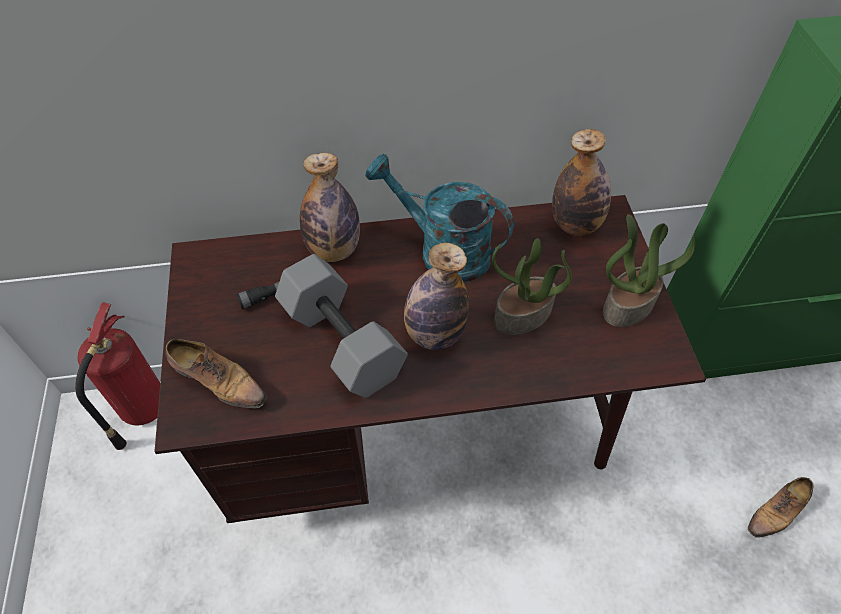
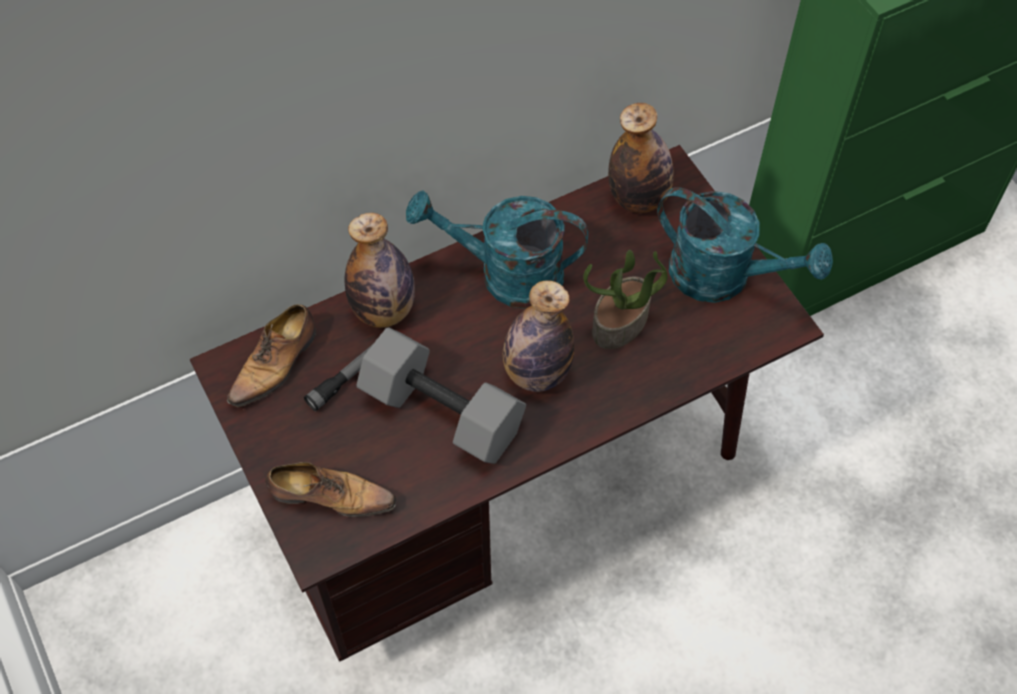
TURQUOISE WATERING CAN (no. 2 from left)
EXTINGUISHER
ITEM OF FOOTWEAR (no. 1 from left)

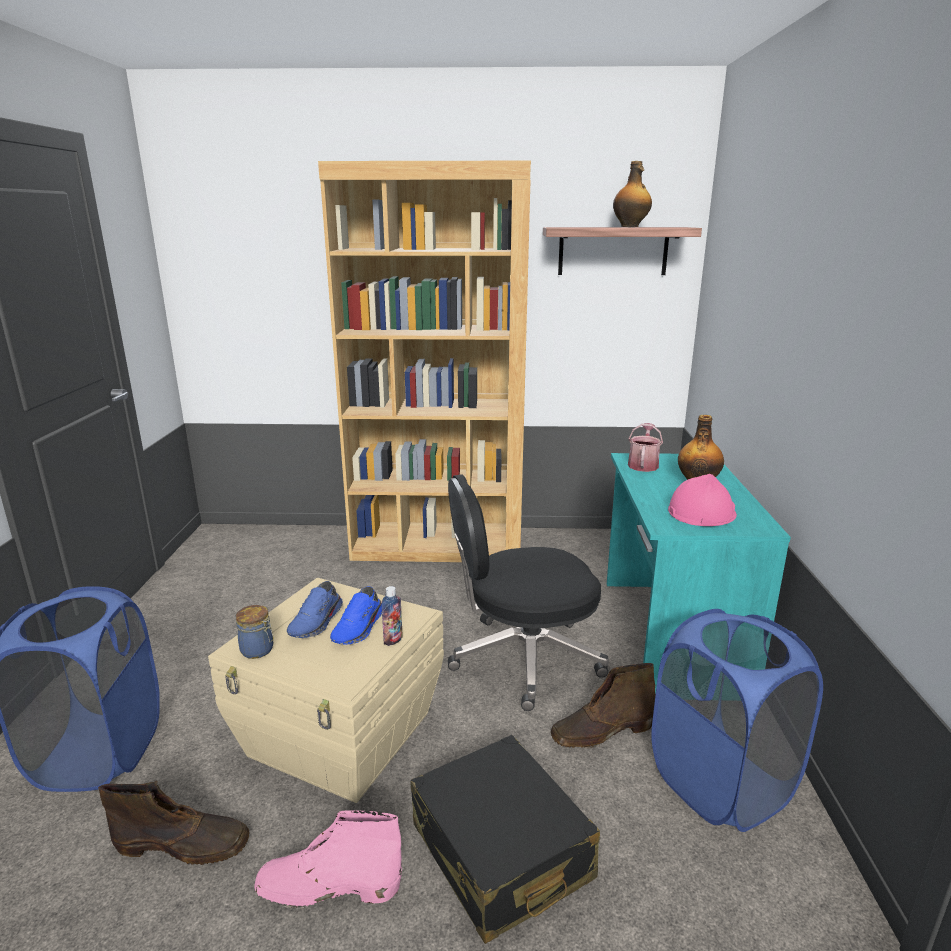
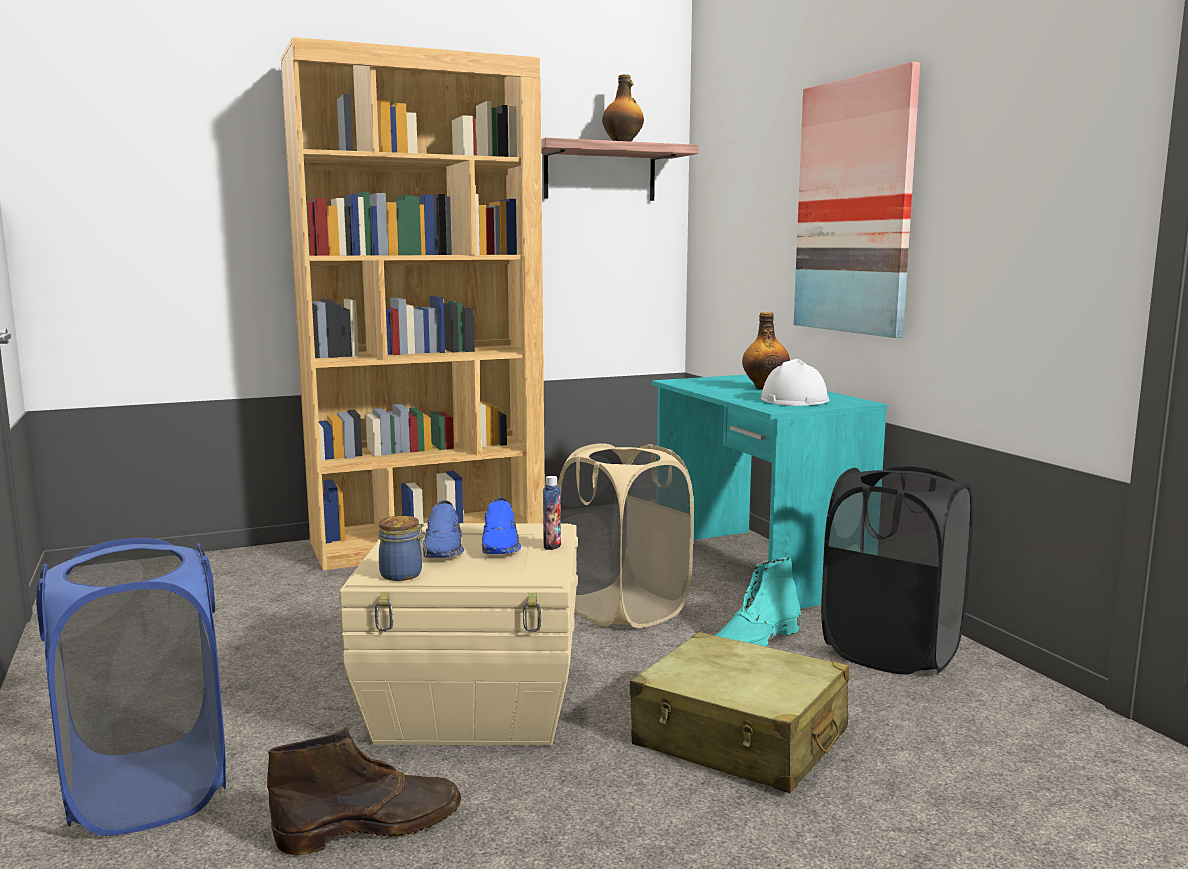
WATERING CAN
SAND-COLOURED HAMPER
WHITISH WORK HELMET
BLACK HAMPER
TURQUOISE HIGH-TOP BOOT
SAND-COLOURED PIECE OF LUGGAGE
PINK HIGH-TOP BOOT
PICTURE

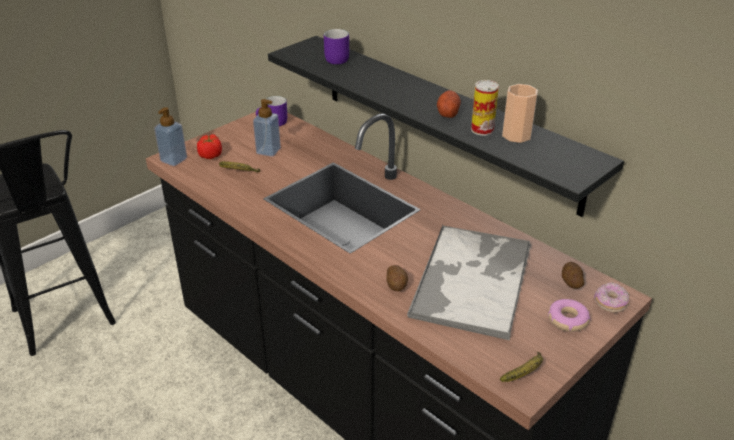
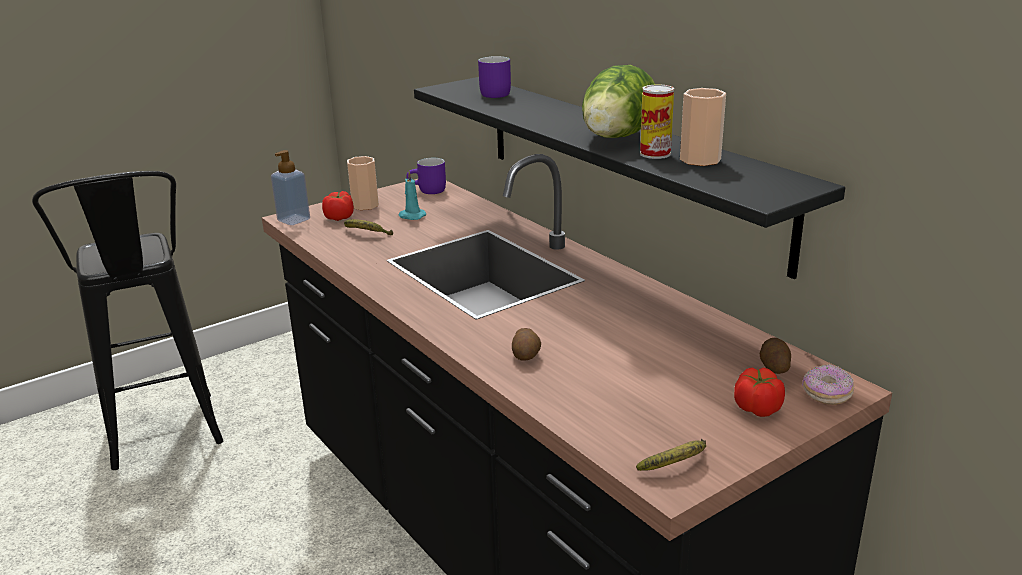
LETTUCE HEAD
TURQUOISE CANDLE
SERVING TRAY
TOMATO (no. 2 from left)
CUP (no. 1 from left)

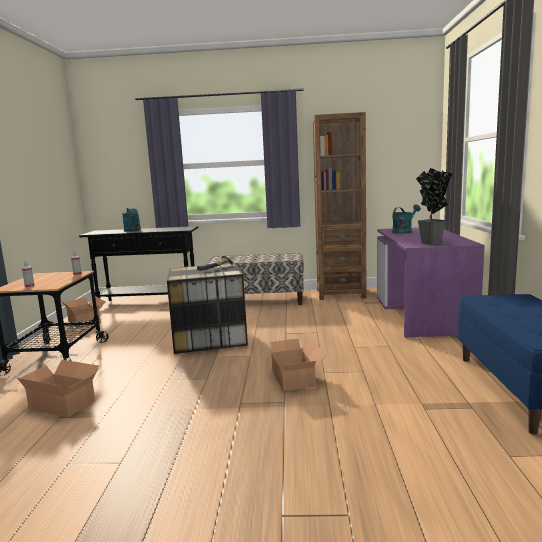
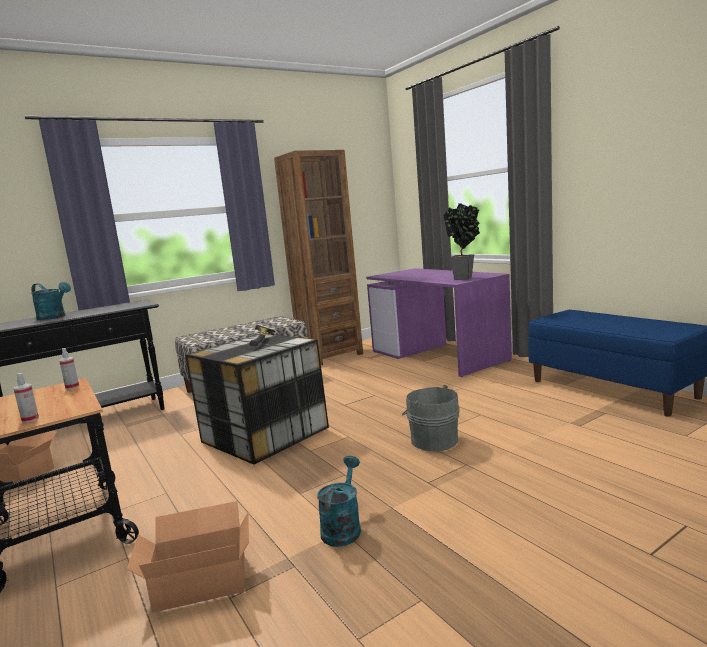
TURQUOISE WATERING CAN (no. 2 from left)
GREY PAIL

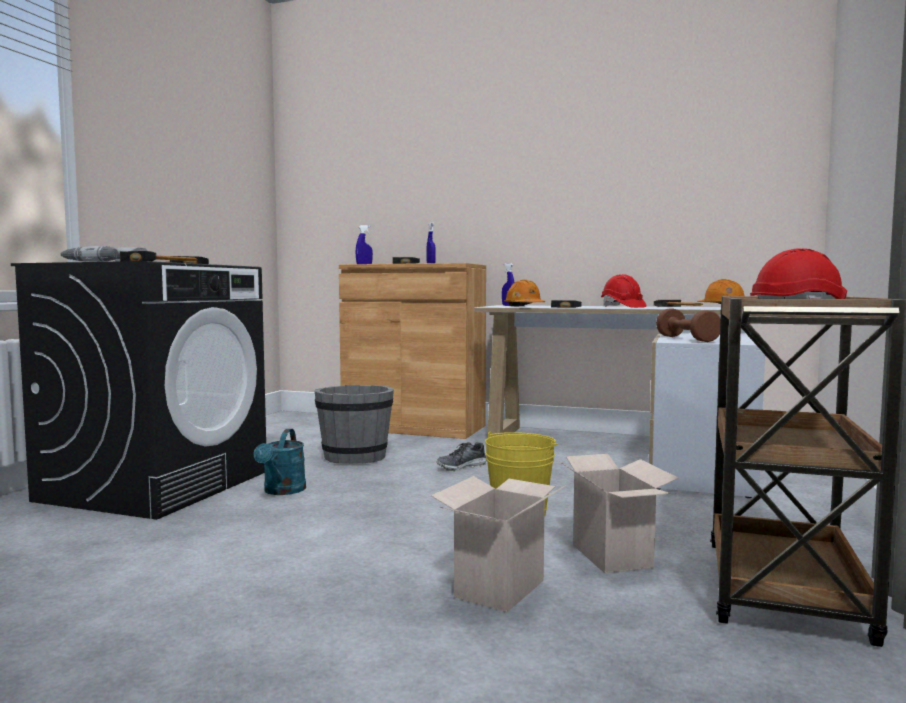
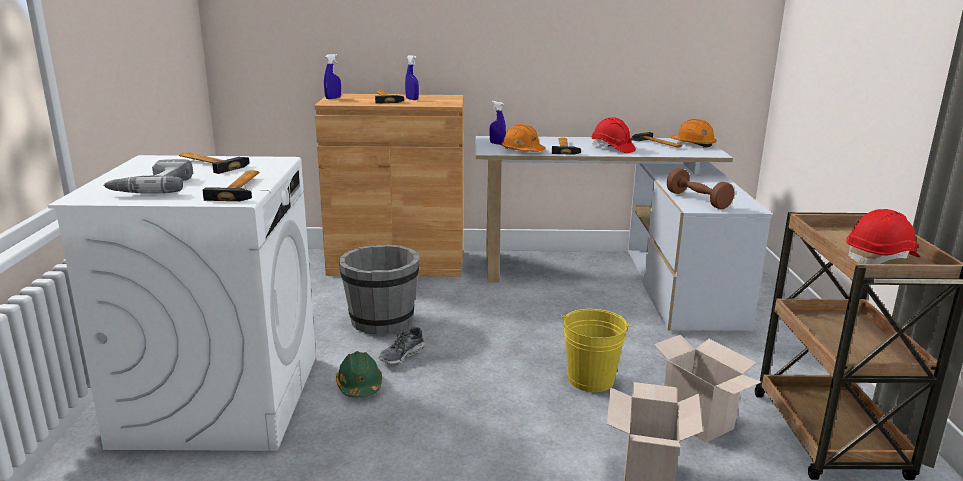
WHITISH LAUNDRY APPLIANCE
GREEN-COLOURED WORK HELMET
ITEM OF FOOTWEAR

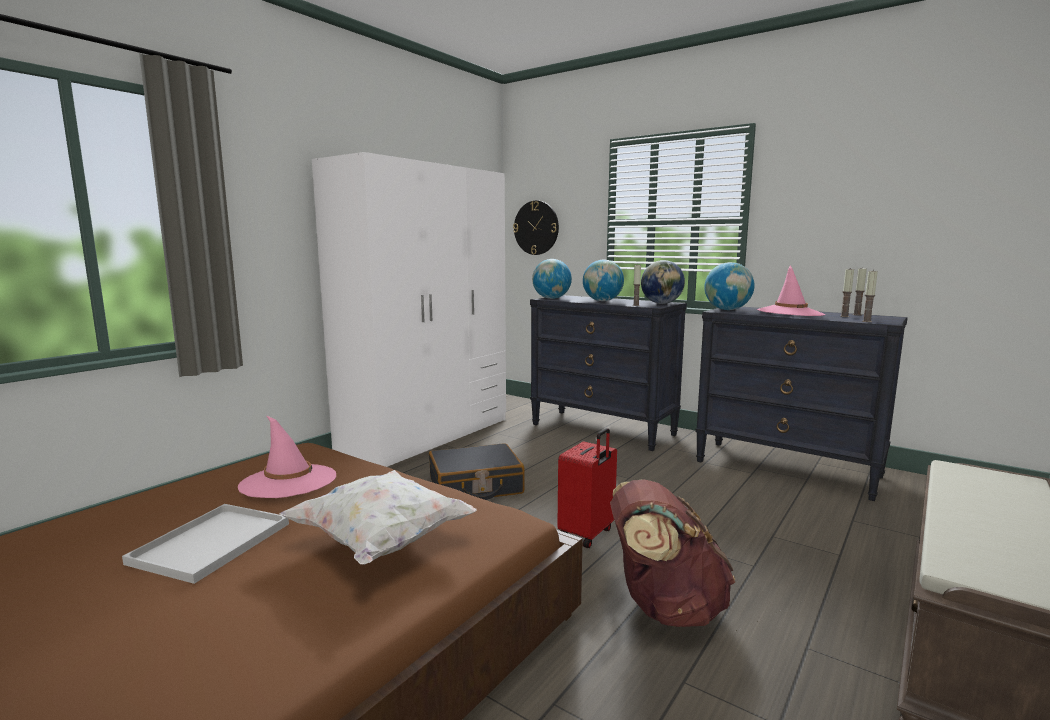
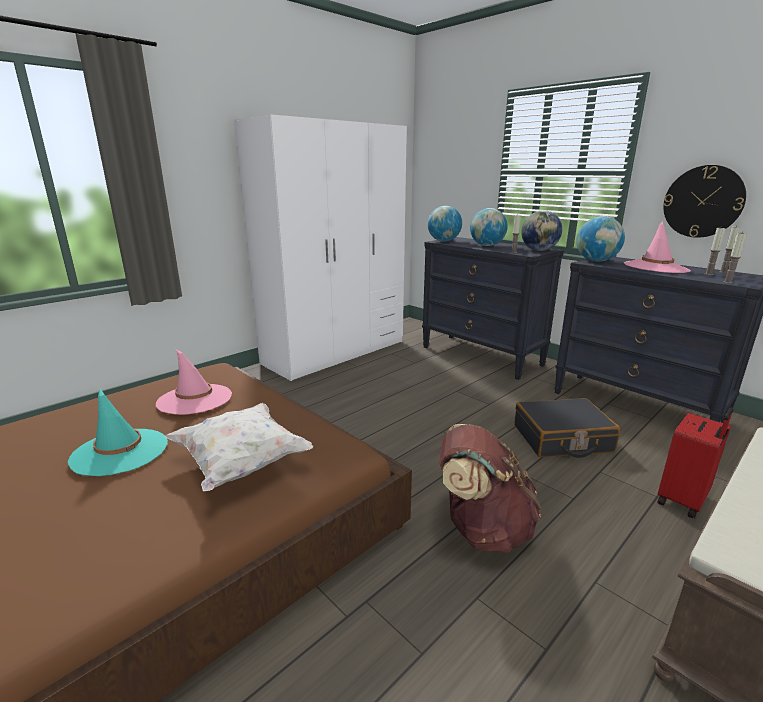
CLOCK ON THE WALL
RED PIECE OF LUGGAGE
BLACK PIECE OF LUGGAGE
TURQUOISE WEARABLE HAT

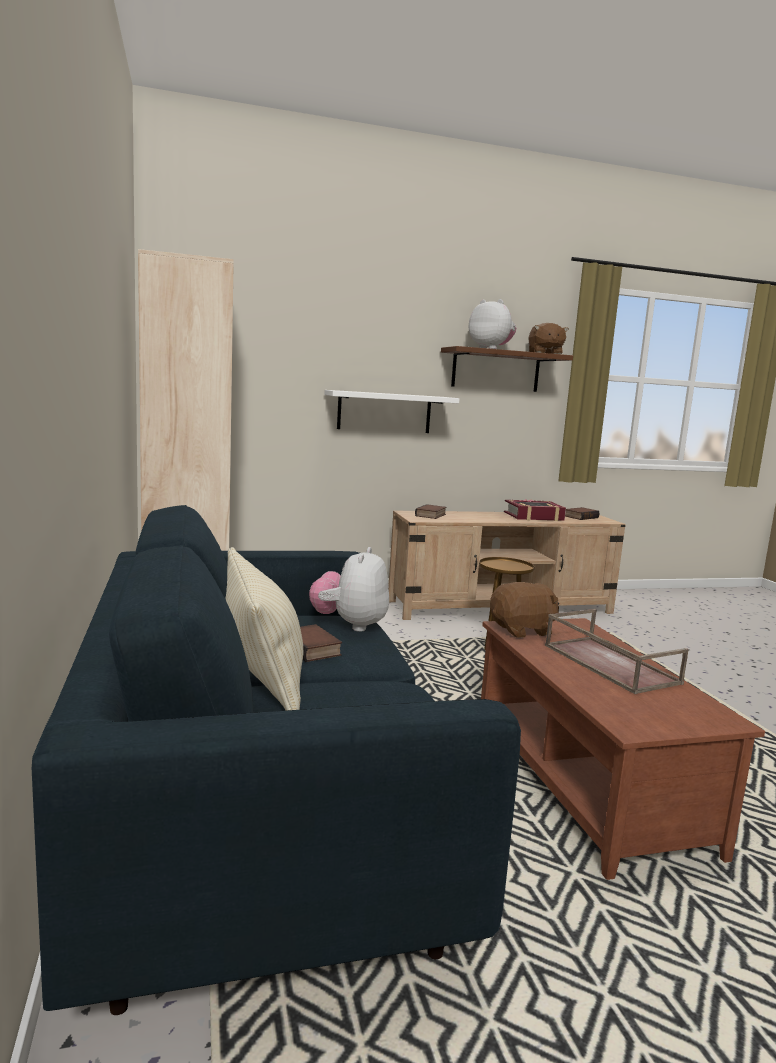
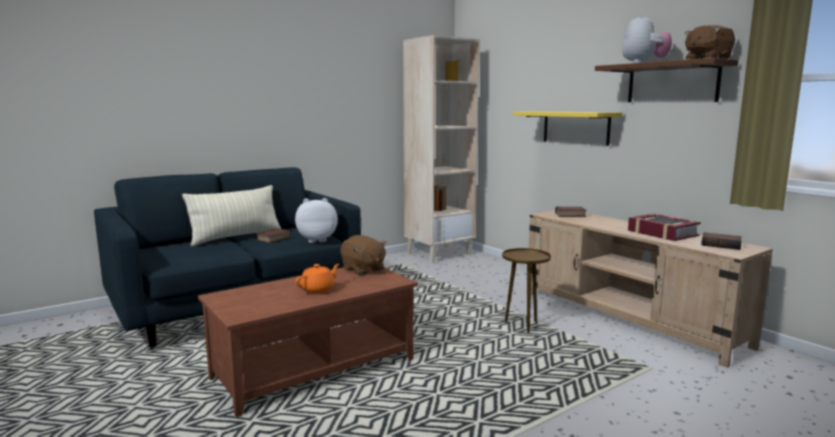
YELLOW-COLOURED WALL SHELF
ORANGE-COLOURED TEA POT

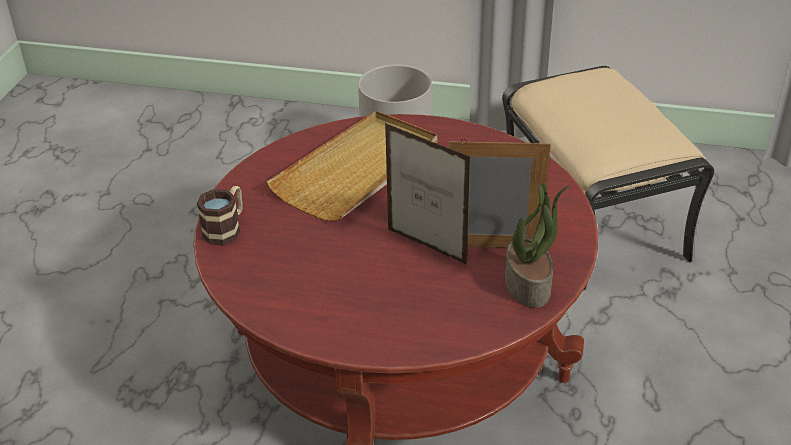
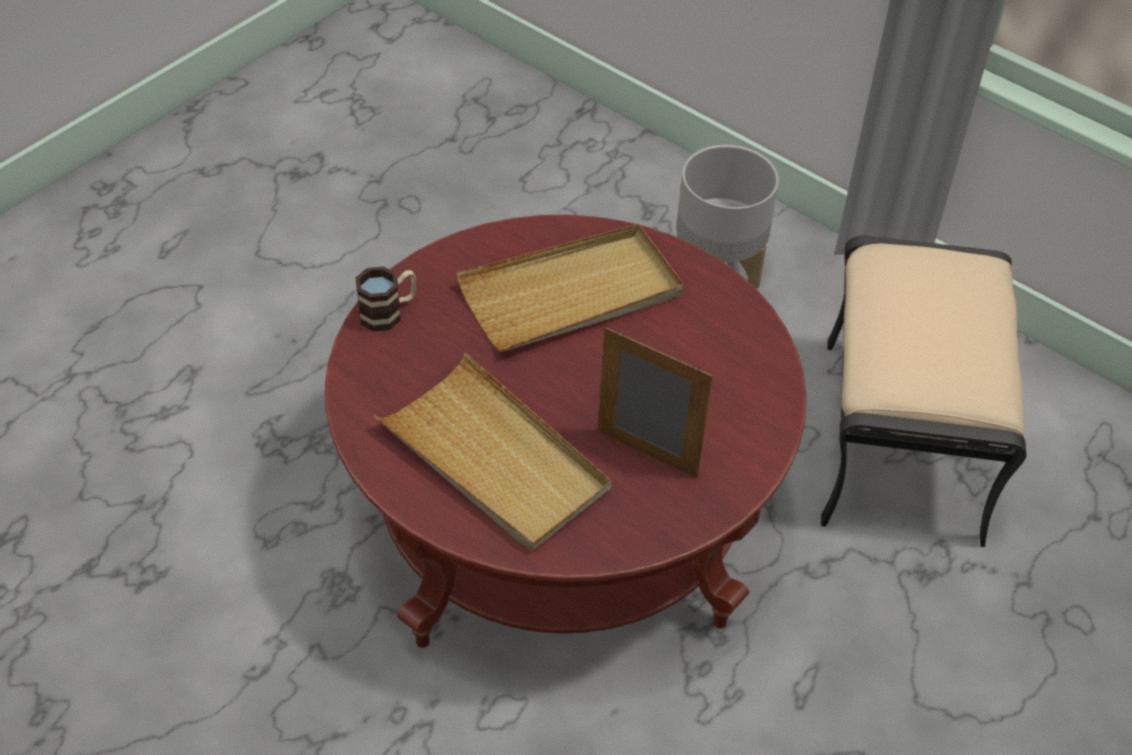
PICTURE FRAME (no. 1 from left in the first image)
HOUSEPLANT
SAND-COLOURED SERVING TRAY (no. 1 from left)

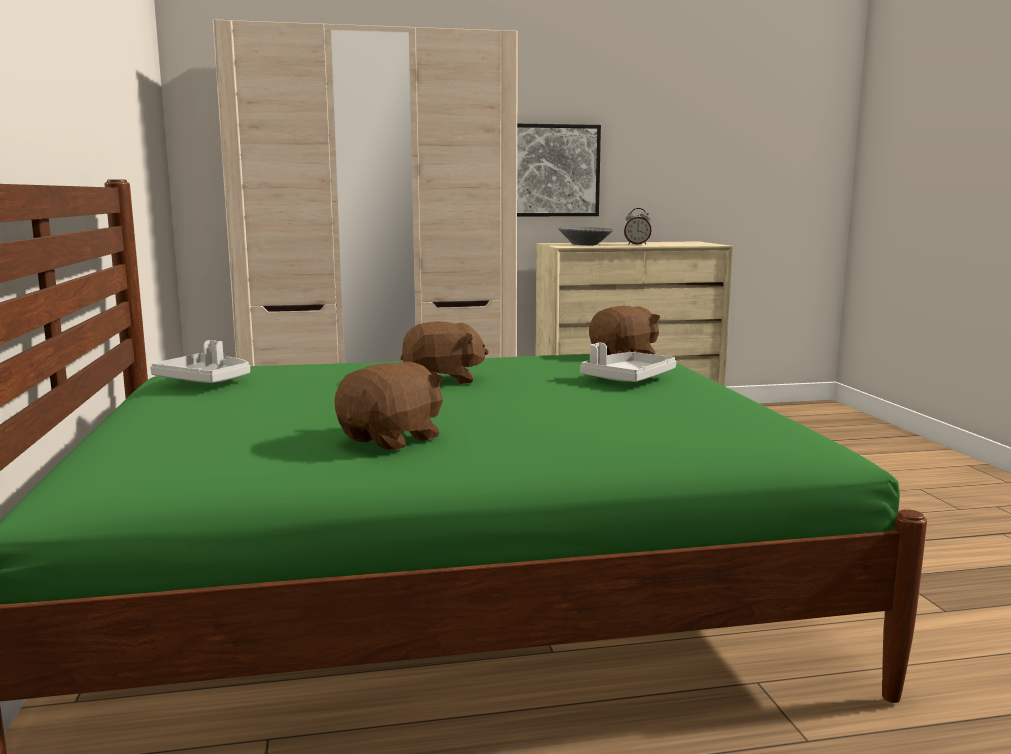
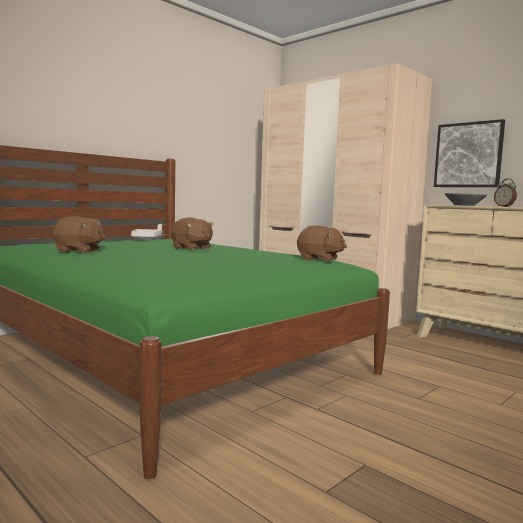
GREY SERVING TRAY (no. 2 from left in the first image)

